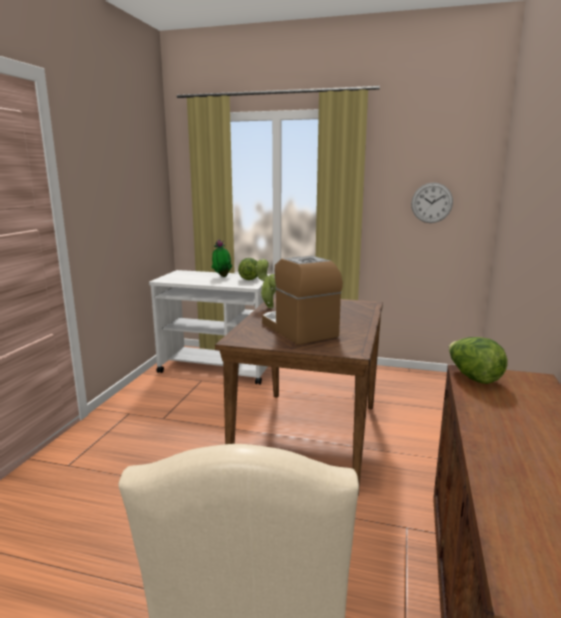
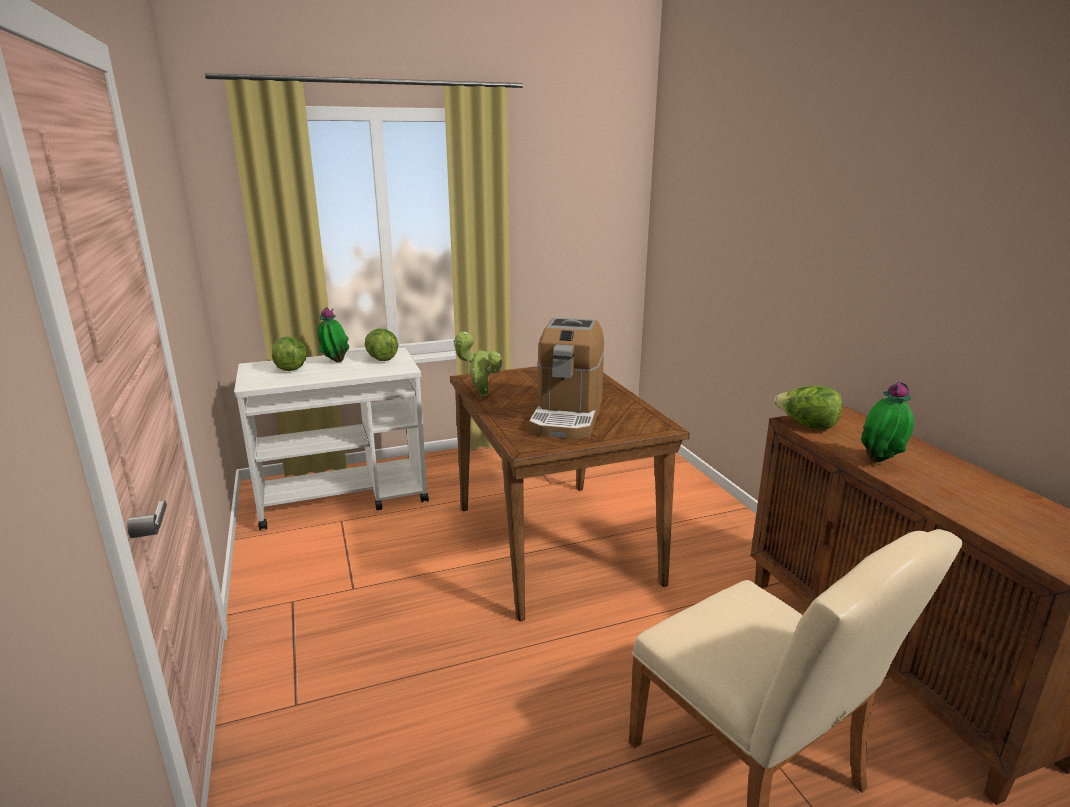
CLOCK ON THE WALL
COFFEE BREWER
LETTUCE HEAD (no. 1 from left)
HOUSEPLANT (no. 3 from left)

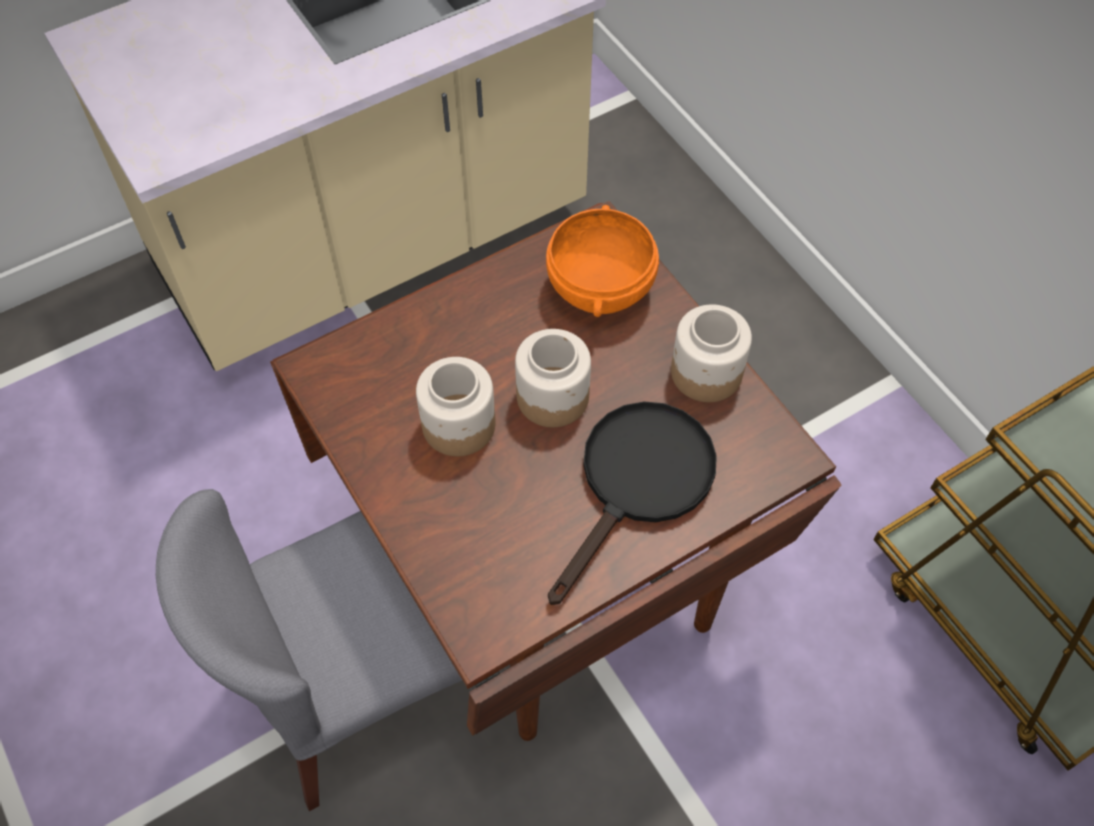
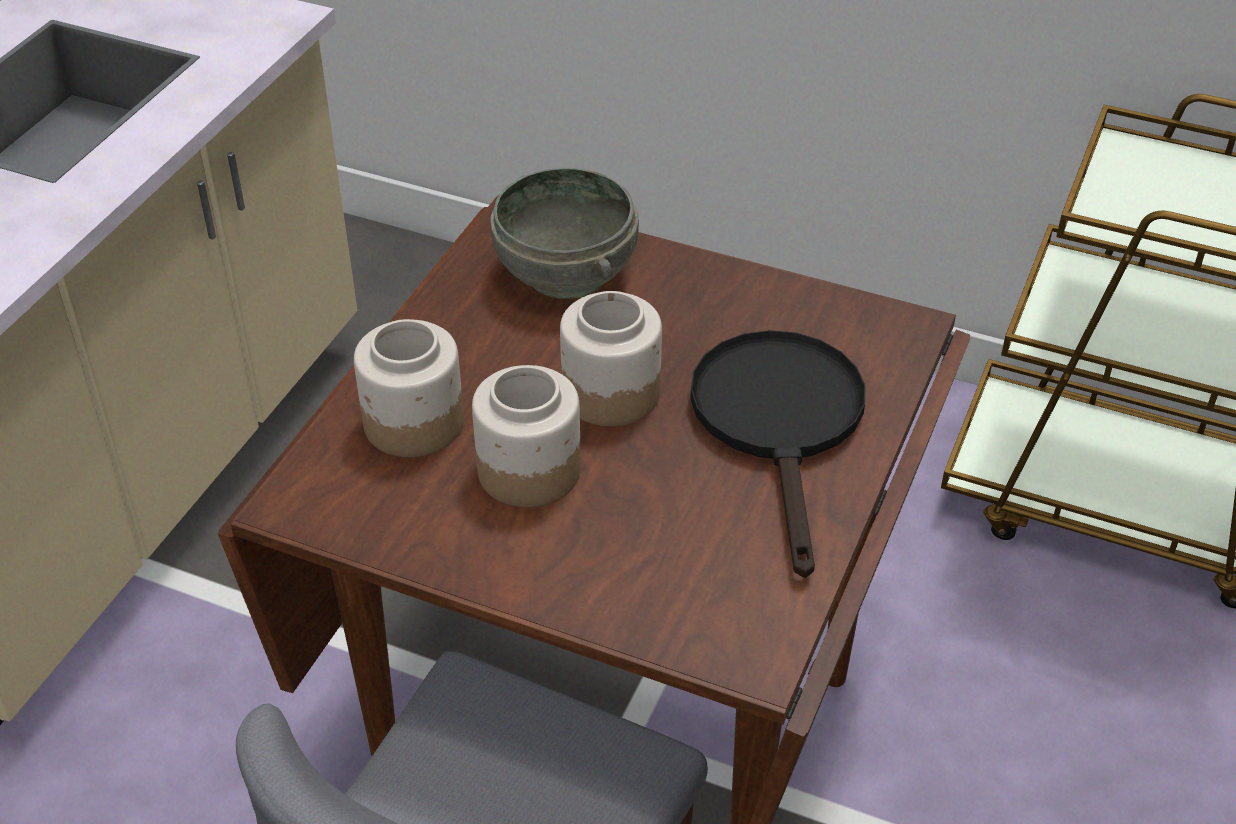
GREY SERVING BOWL
JAR (no. 1 from left)

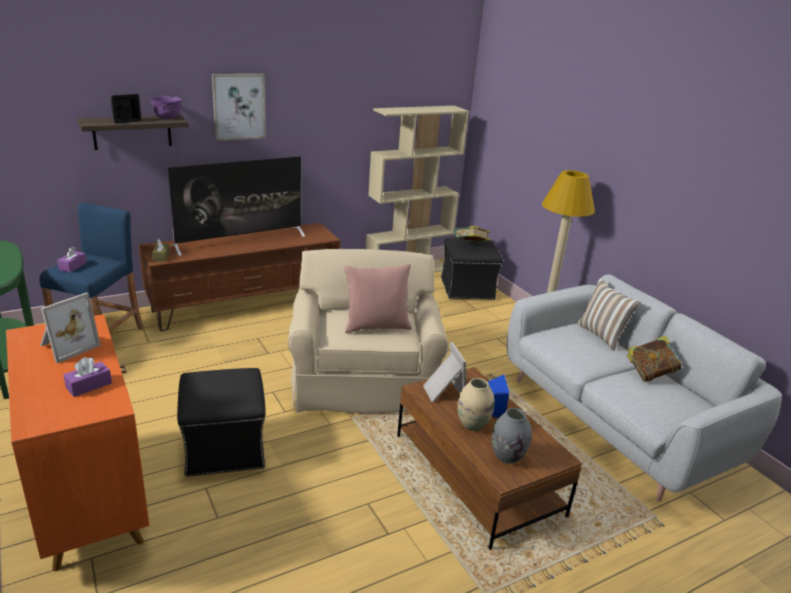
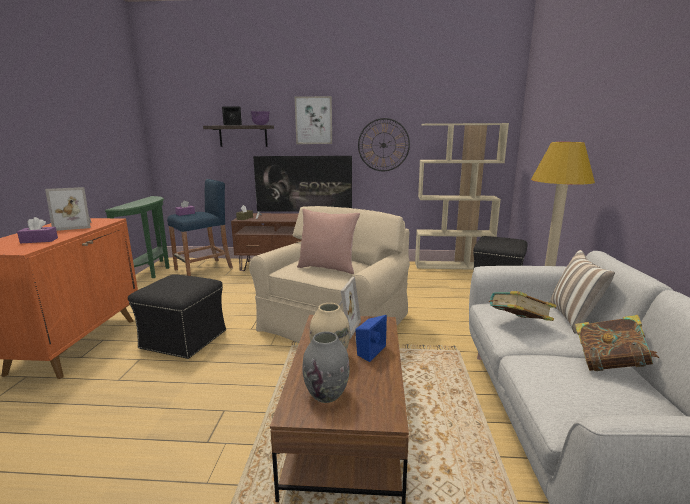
BOOK (no. 1 from left)
CLOCK ON THE WALL

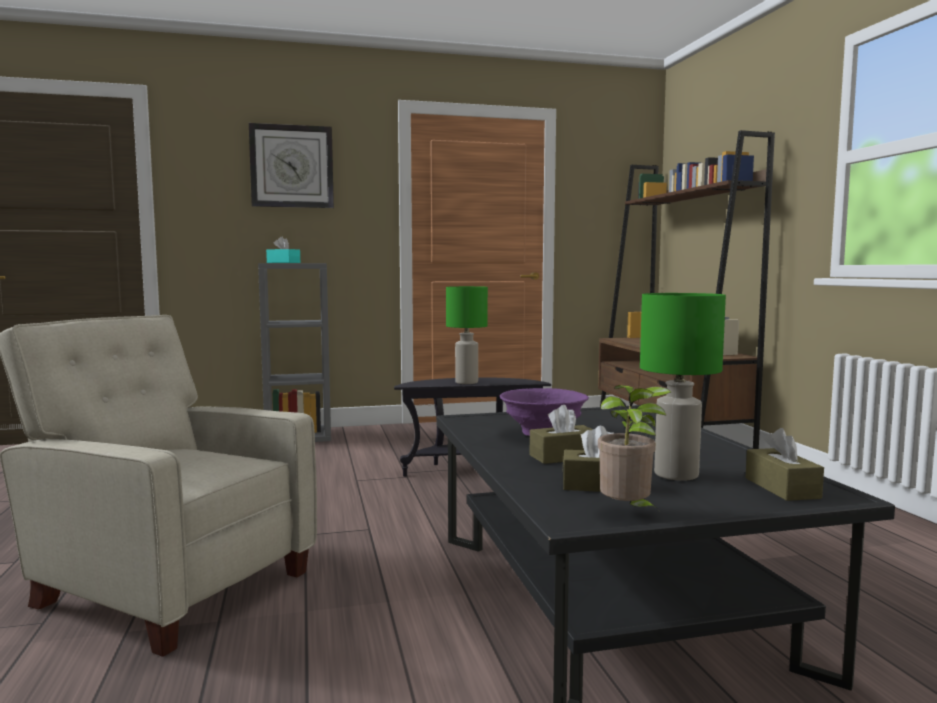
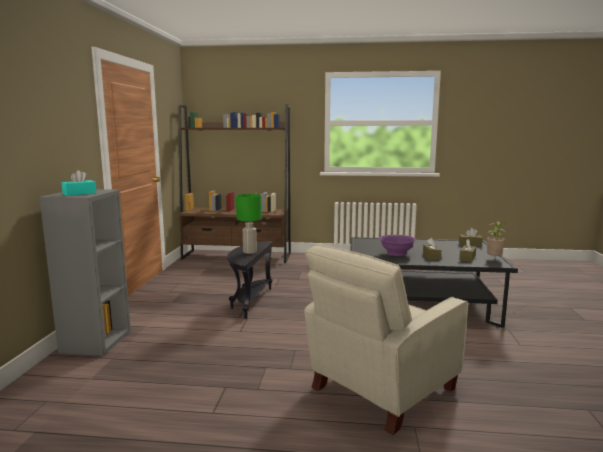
CLOCK ON THE WALL
GREEN-COLOURED LAMP FOR A TABLE (no. 2 from left in the first image)

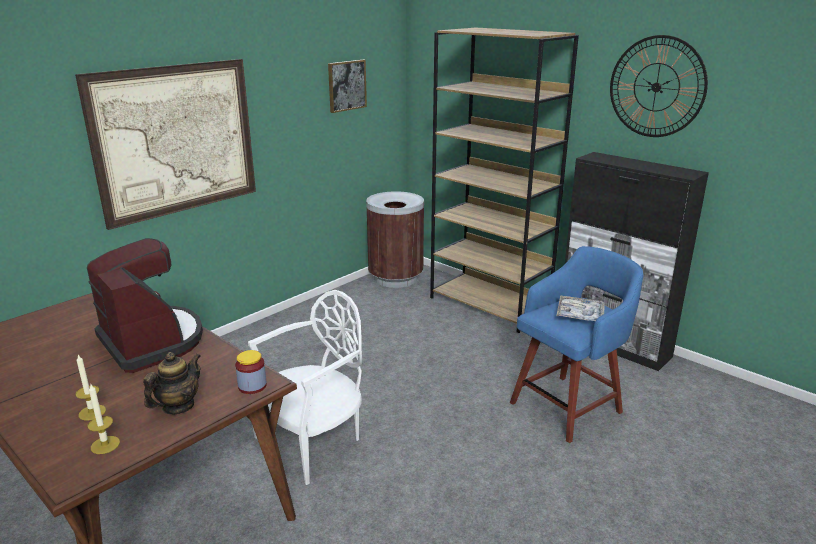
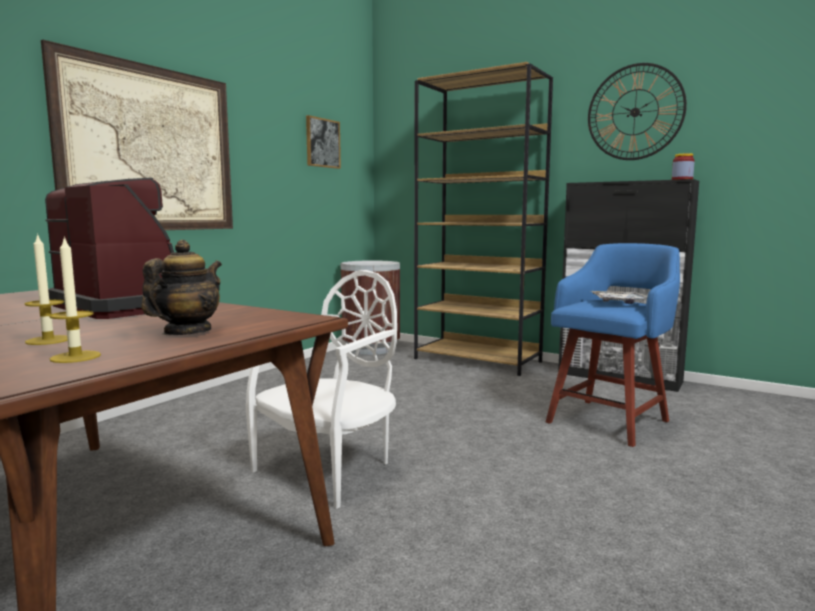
JAR

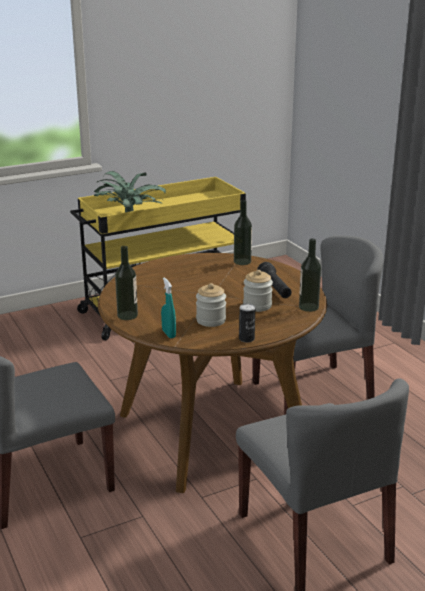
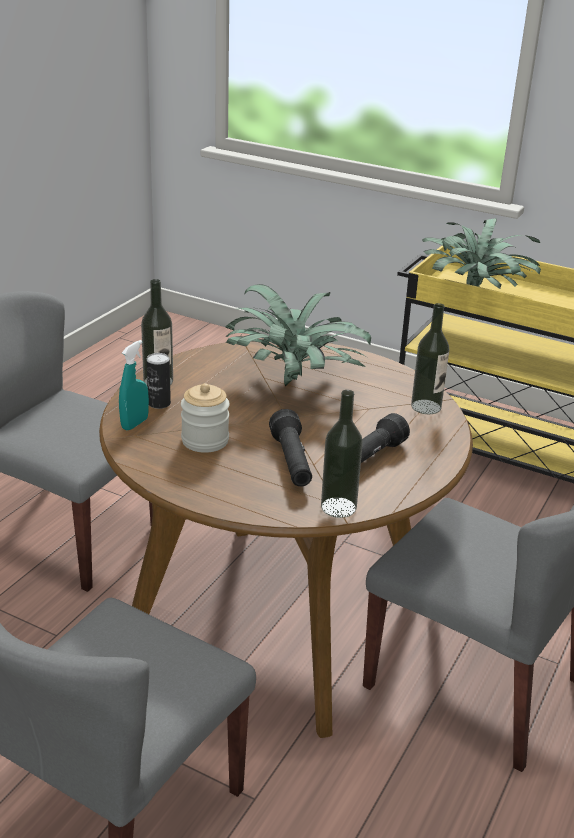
BLACK TORCH (no. 1 from left)
CAN
HOUSEPLANT (no. 1 from left)

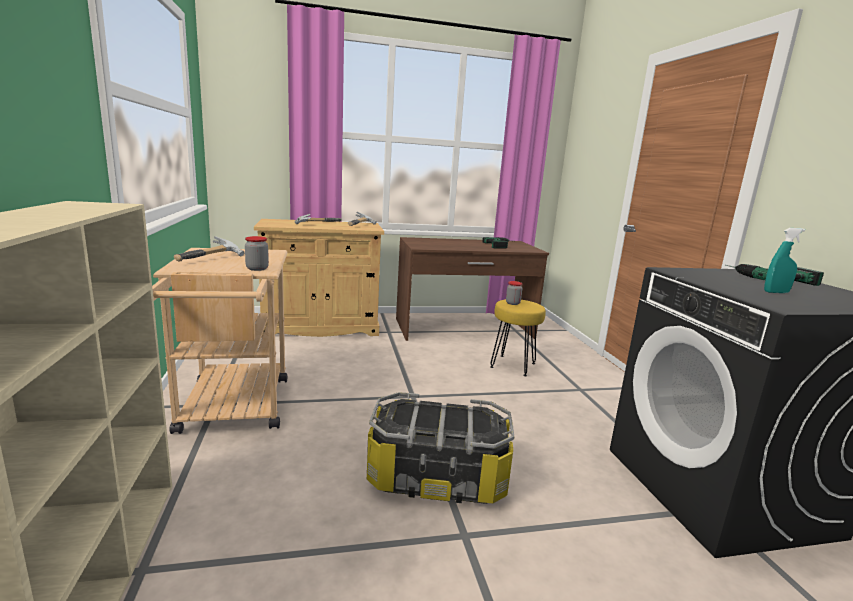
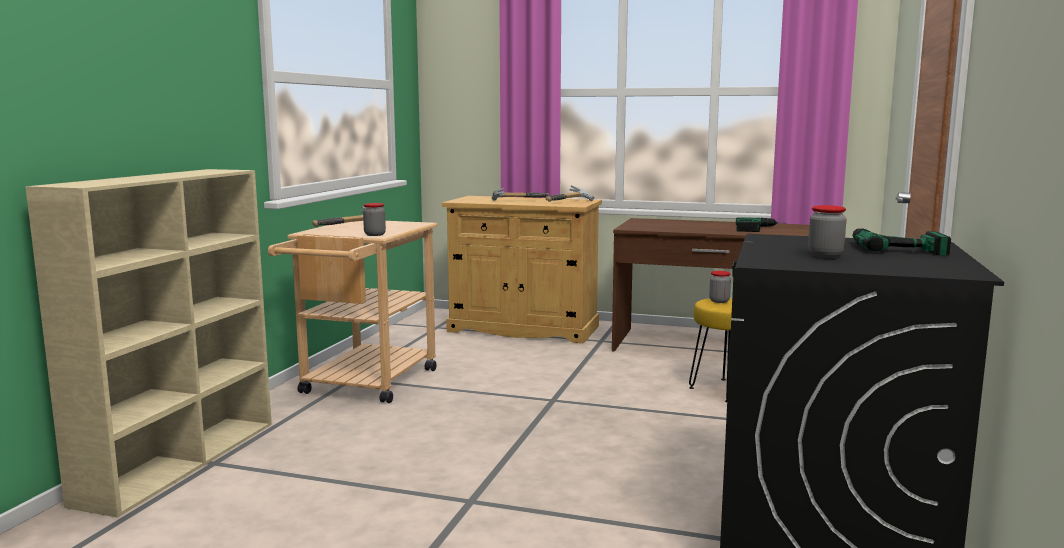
JAR (no. 3 from left)
STORAGE CONTAINER

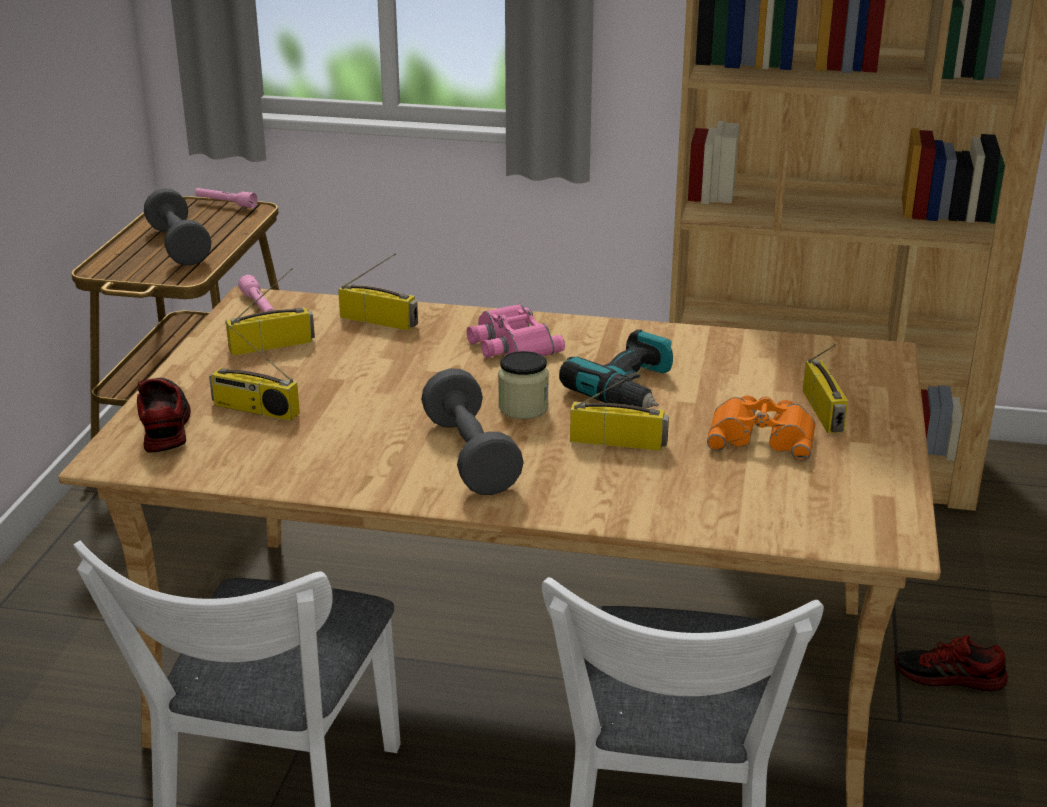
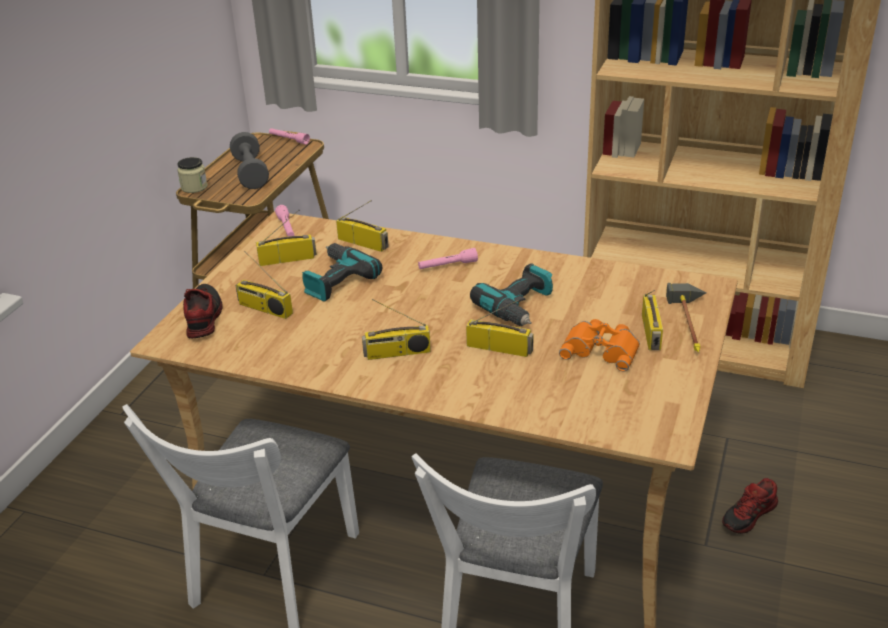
PINK TORCH (no. 3 from left)
JAR
RADIO RECEIVER (no. 4 from left)
ITEM OF FOOTWEAR (no. 2 from left)
POWER DRILL (no. 1 from left)
TOOL HAMMER

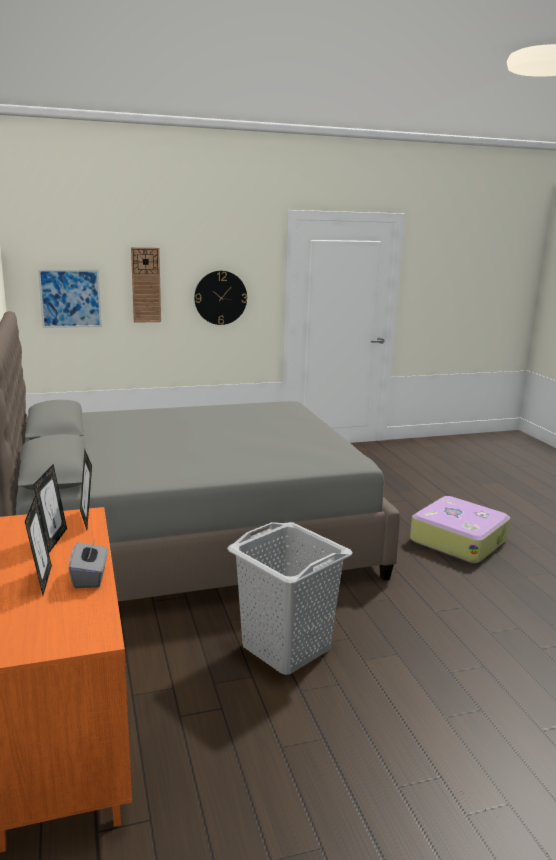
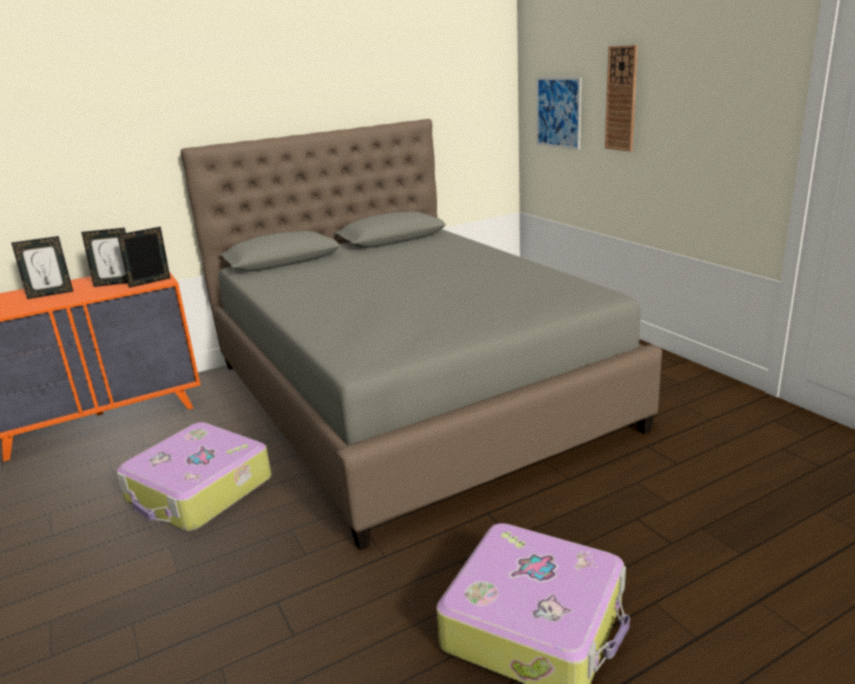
CLOCK ON THE WALL (no. 2 from left in the first image)
PIECE OF LUGGAGE (no. 1 from left)
GREY TISSUE HOLDER

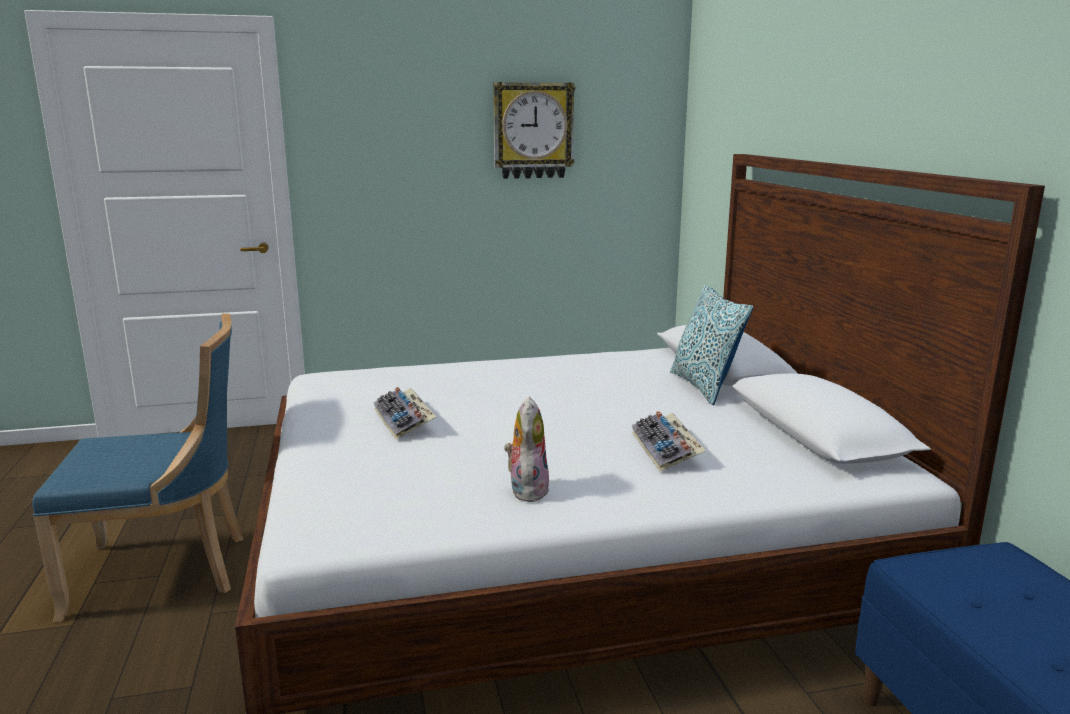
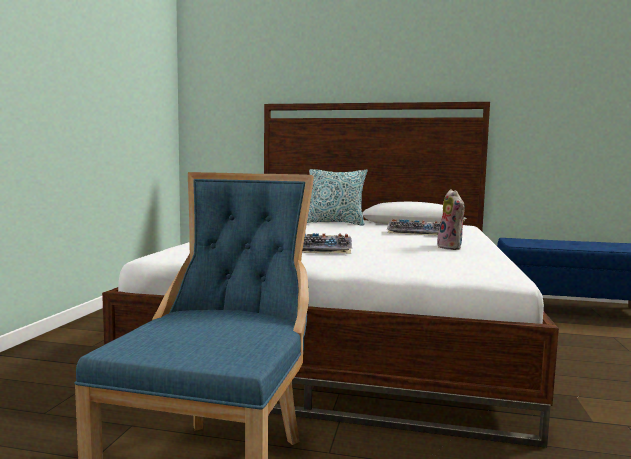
CLOCK ON THE WALL
CUDDLY TOY

